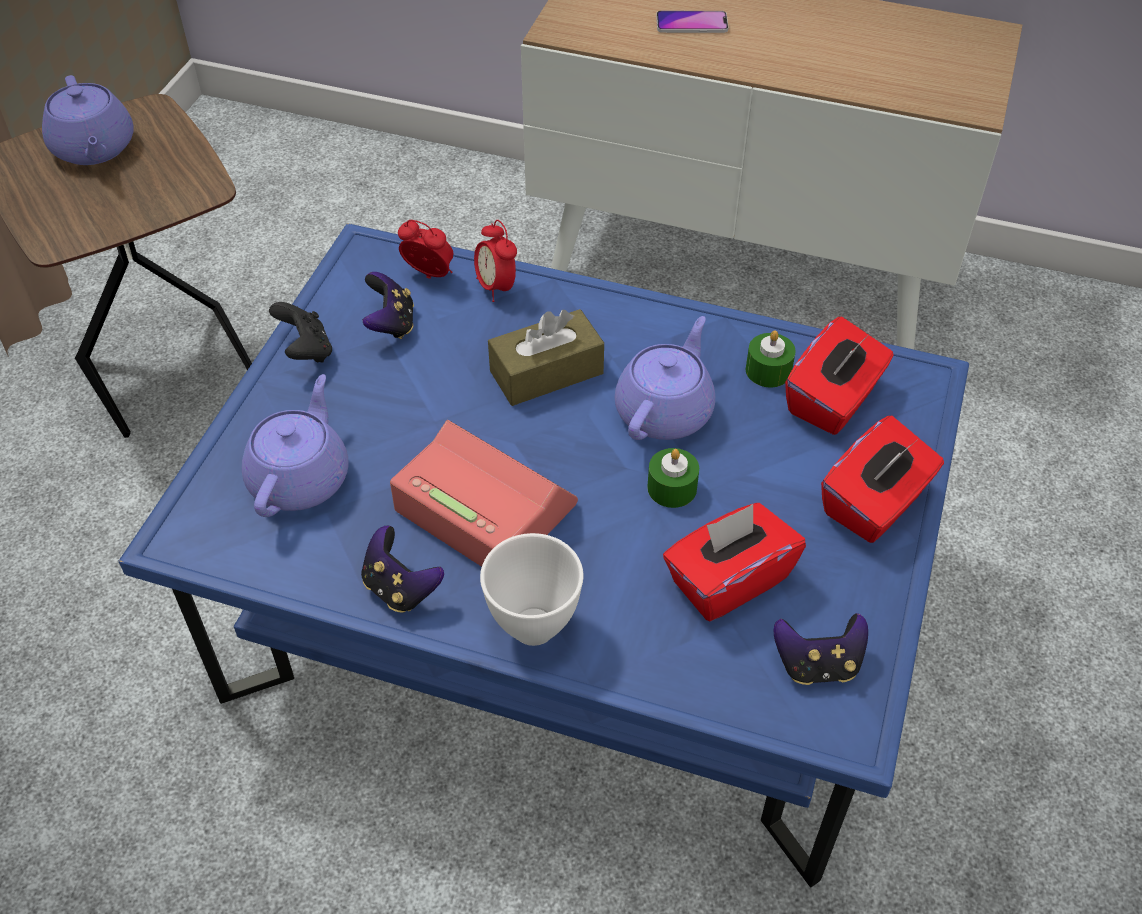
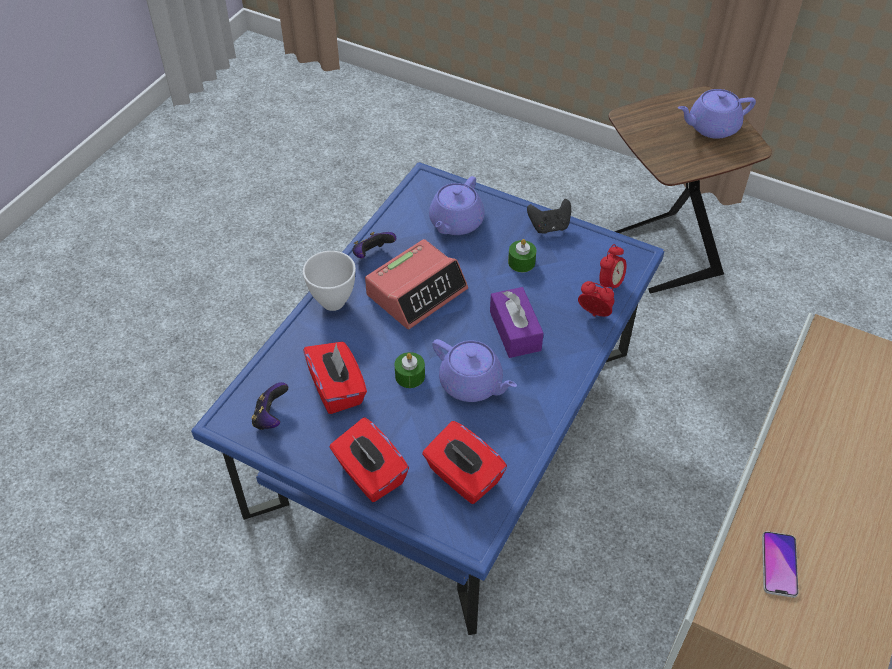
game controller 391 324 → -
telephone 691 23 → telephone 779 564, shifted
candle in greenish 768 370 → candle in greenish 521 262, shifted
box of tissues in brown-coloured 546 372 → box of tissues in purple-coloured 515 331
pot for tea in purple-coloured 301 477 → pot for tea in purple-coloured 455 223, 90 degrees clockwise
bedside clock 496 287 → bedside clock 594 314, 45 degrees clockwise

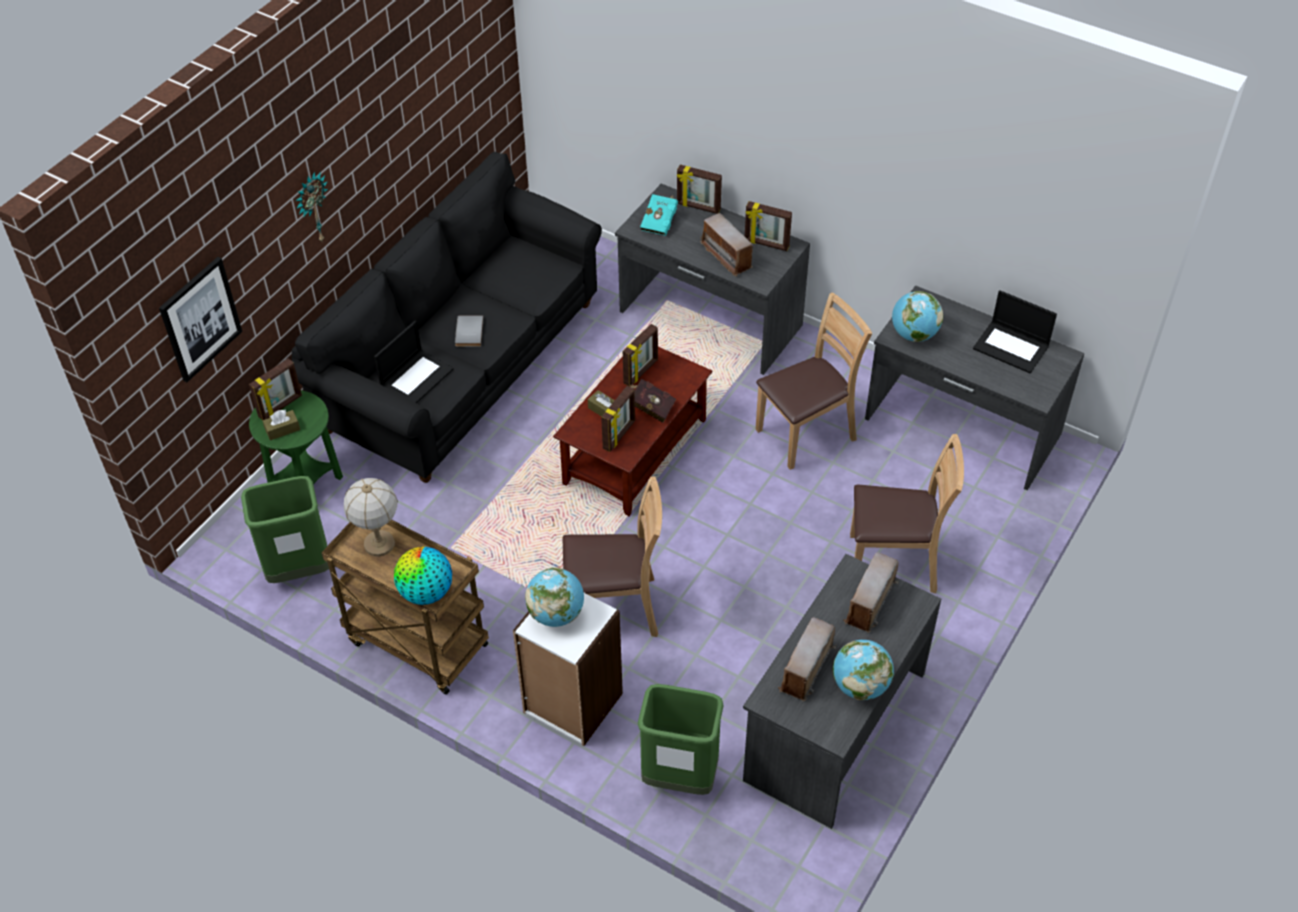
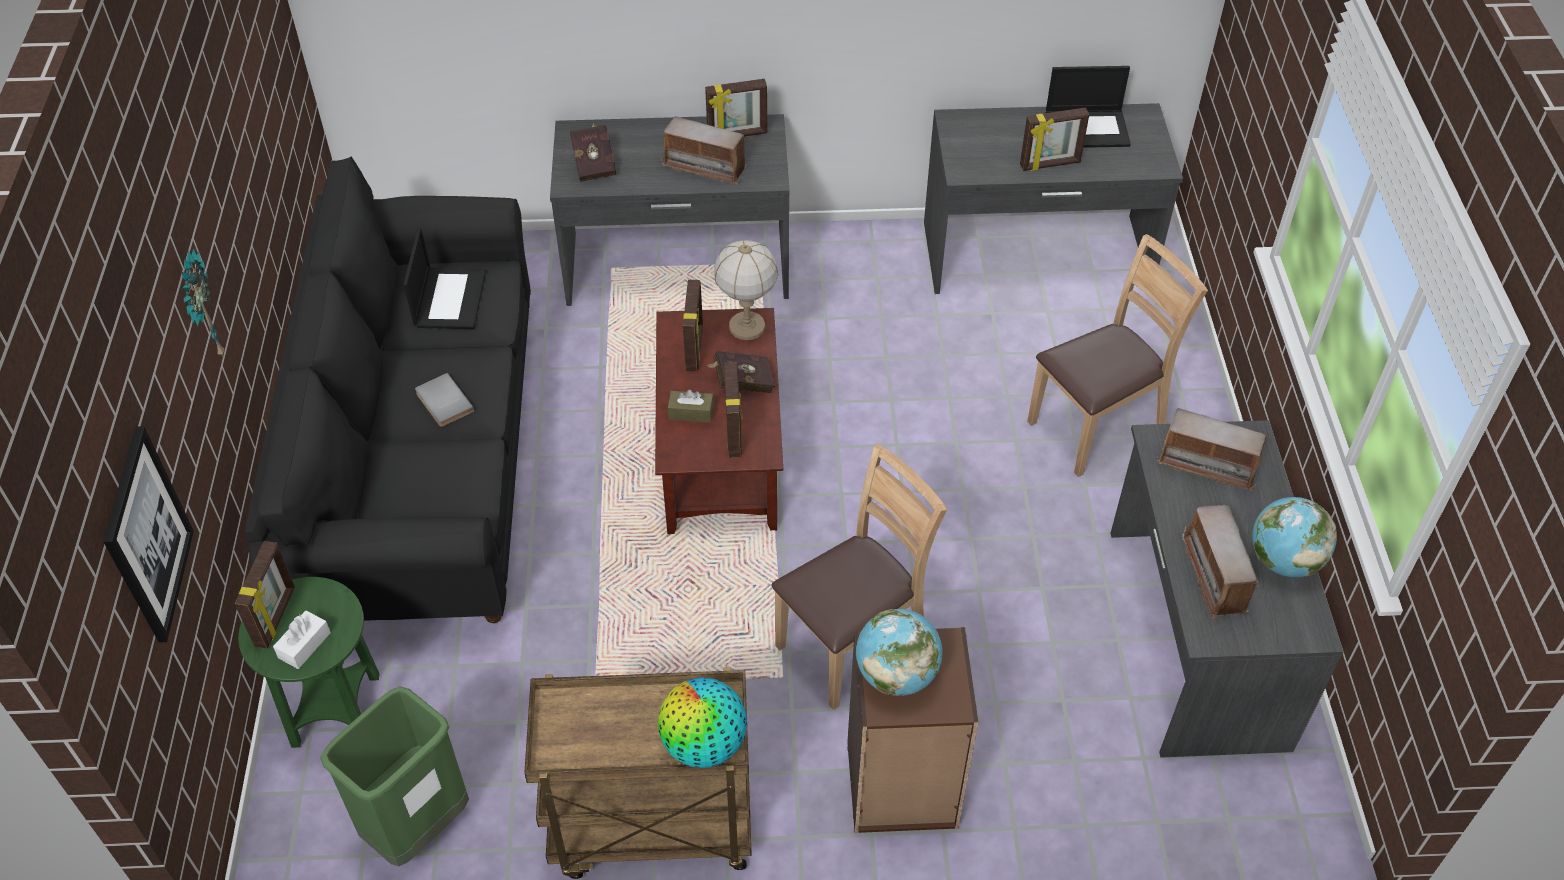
trash can in greenish 679 777 → -
chair in brown-coloured 806 433 → -
desk globe 914 334 → -
tabletop lamp 379 544 → tabletop lamp 747 326, shifted
portable computer 416 377 → portable computer 449 298, shifted
standing frame 698 207 → standing frame 1050 164, shifted
box of tissues in brown-coloured 282 429 → box of tissues in white-coloured 304 645
bookshelf in white-coloured 572 703 → bookshelf in brown-coloured 901 786
bound book in blue-green 660 222 → bound book in reddish 594 163
radio set 870 603 → radio set 1207 465, 60 degrees counterclockwise

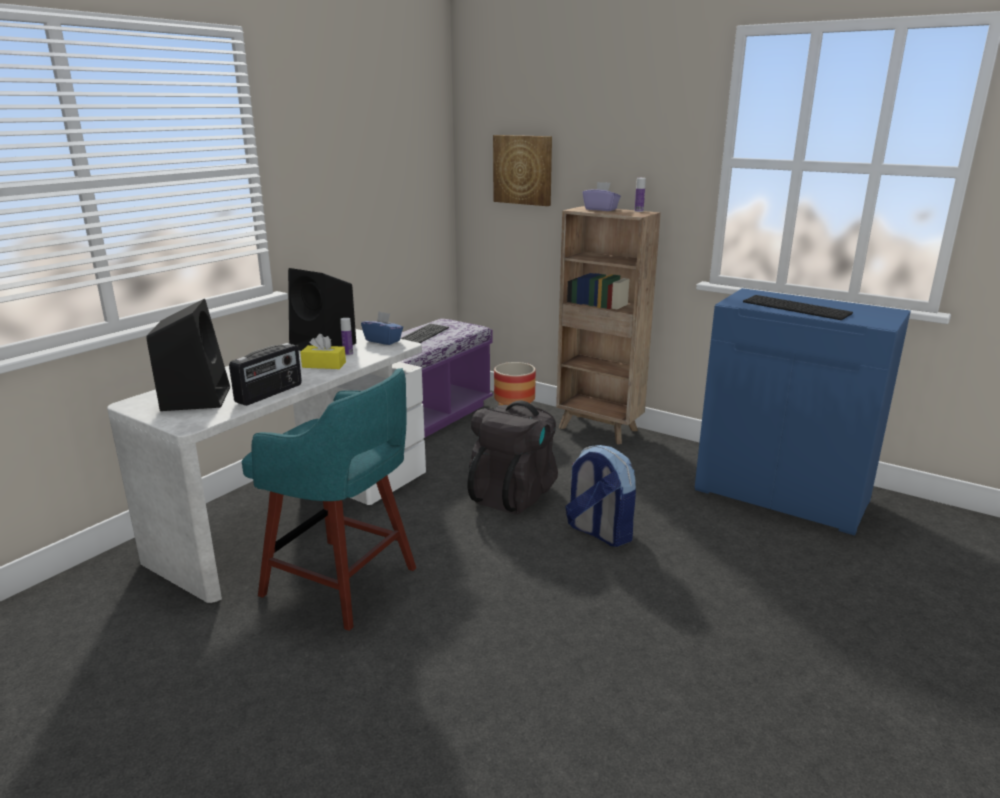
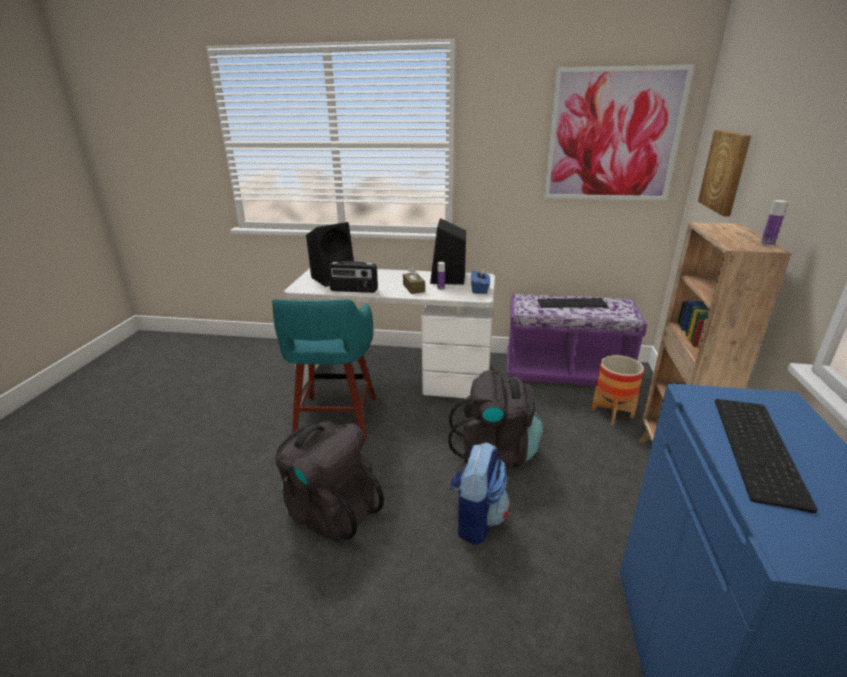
box of tissues in purple-coloured 601 209 → -
- → rucksack in black 330 511
- → wall picture 613 136
box of tissues in yellow 324 365 → box of tissues in brown-coloured 413 288

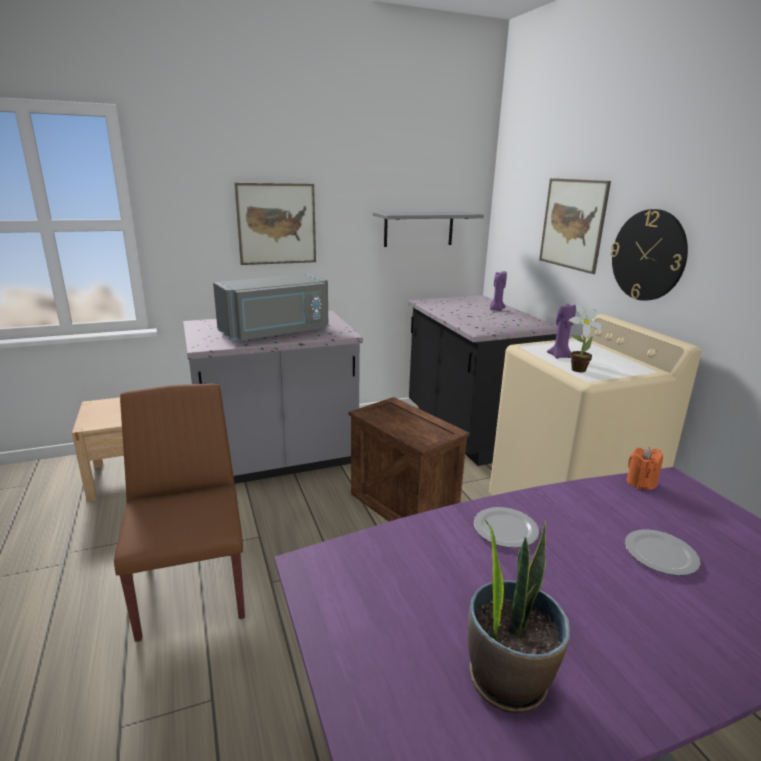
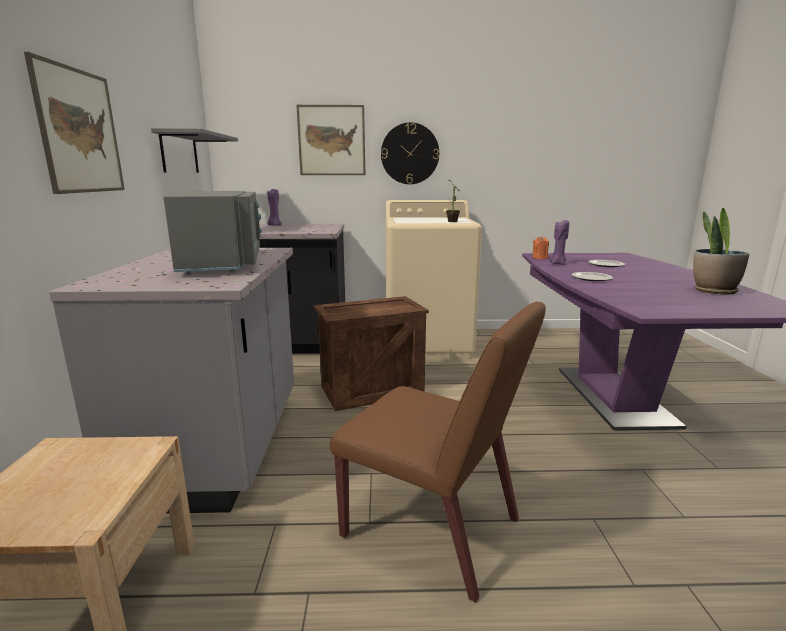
candle in purple-coloured 559 356 → candle in purple-coloured 557 263, shifted
chair in brown-coloured 192 584 → chair in brown-coloured 433 529, 150 degrees counterclockwise

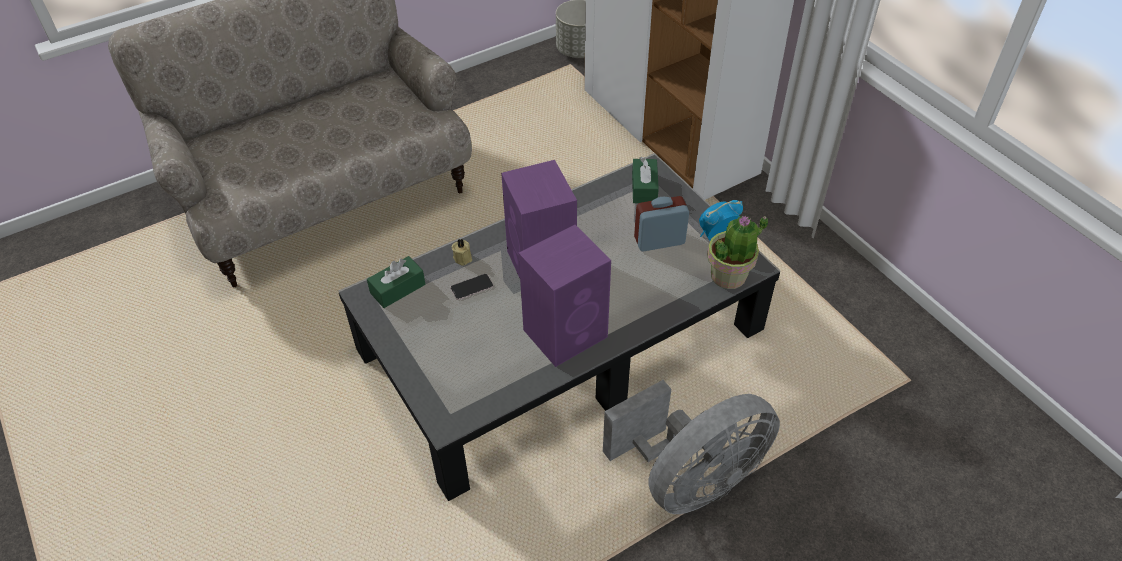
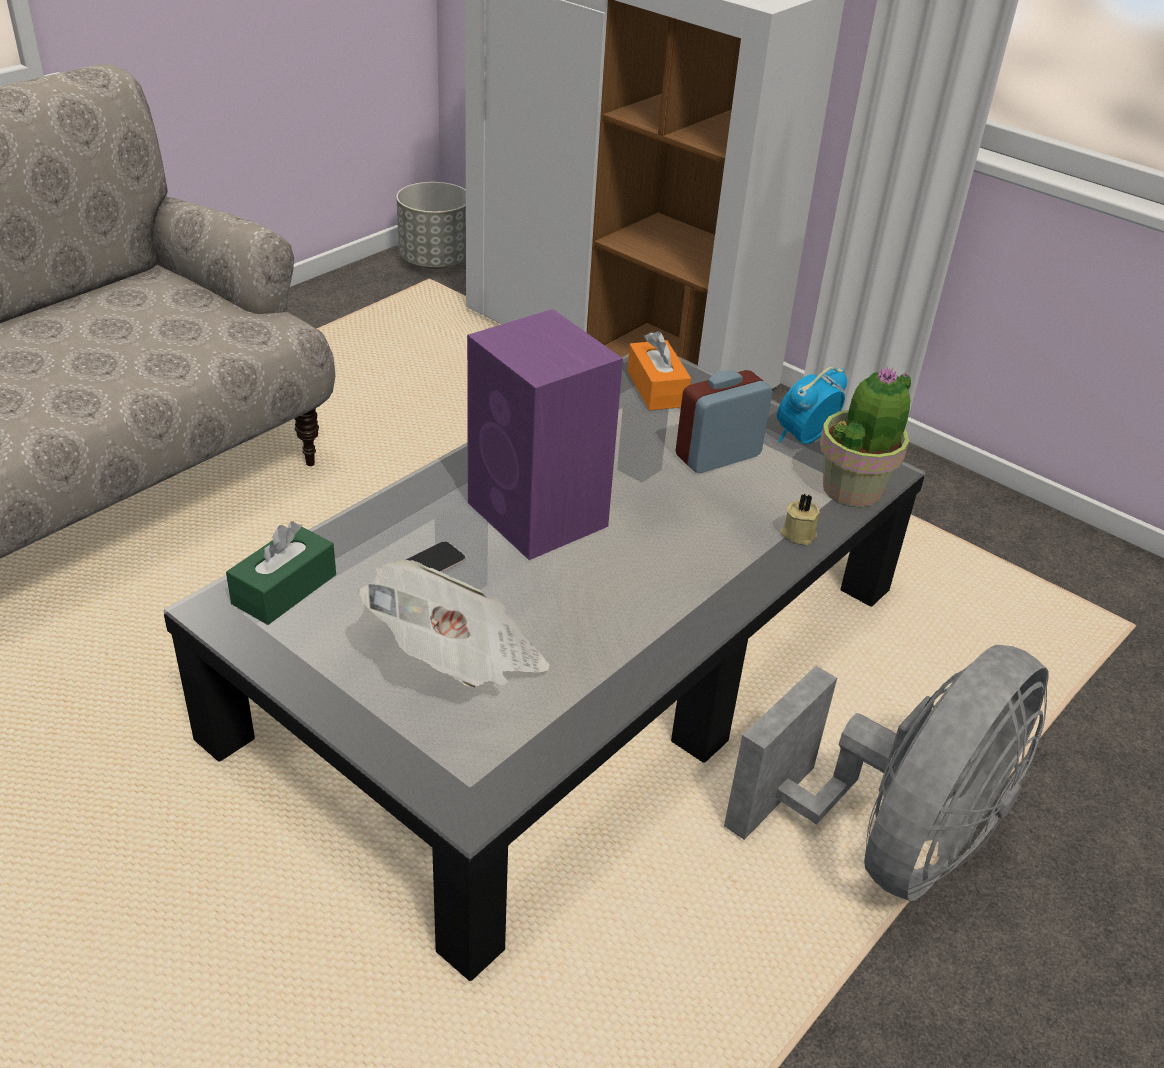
loudspeaker in purple-coloured 567 332 → -
- → daily paper 458 660
candle in beige-coloured 463 257 → candle in beige-coloured 798 533, shifted
box of tissues in greenish 644 188 → box of tissues in orange-coloured 656 389

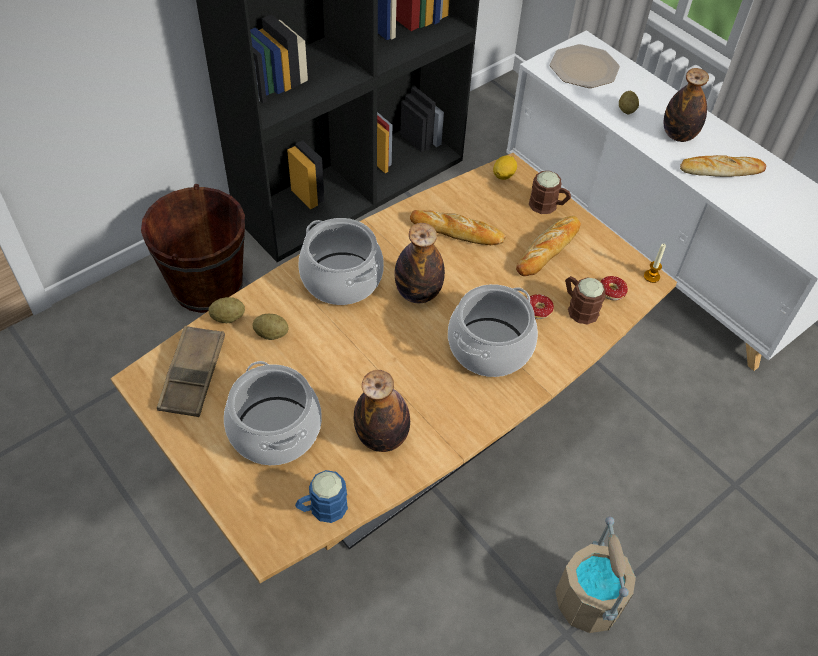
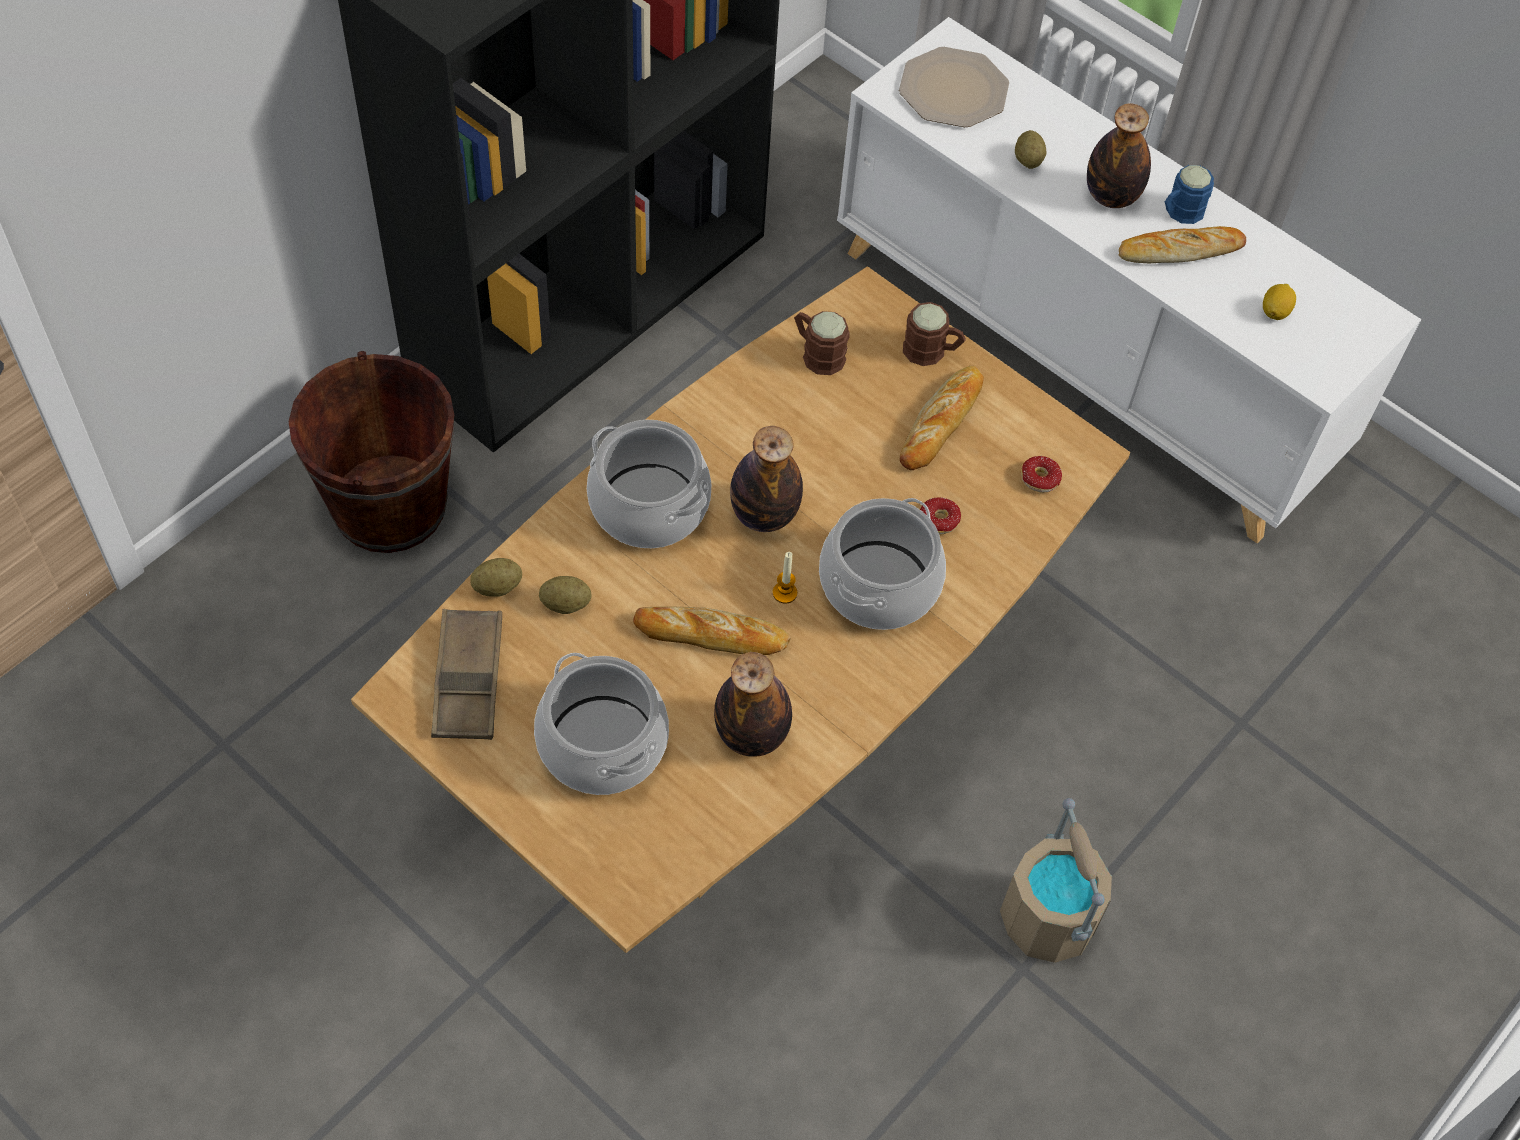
mug in blue-coloured 322 508 → mug in blue-coloured 1179 212, shifted
bakery bread 457 232 → bakery bread 711 635, shifted
citrus fruit 503 175 → citrus fruit 1275 311, shifted
mug in brown-coloured 578 308 → mug in brown-coloured 817 353, shifted
candle 651 276 → candle 784 593, shifted

